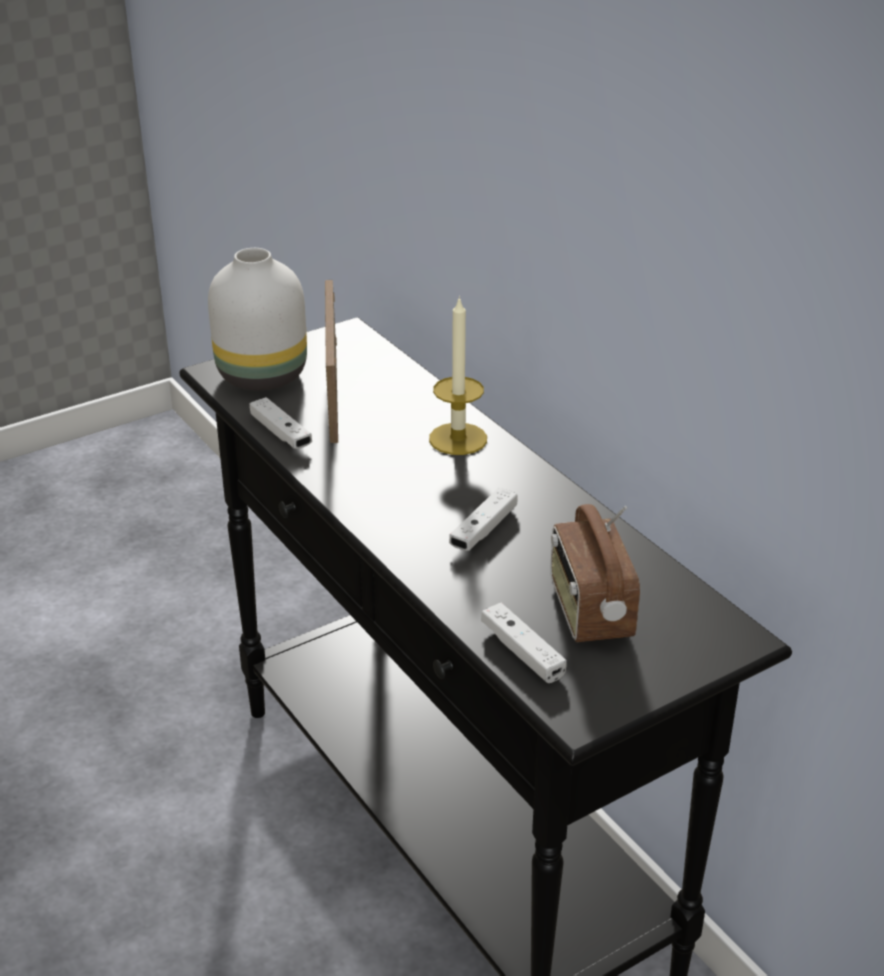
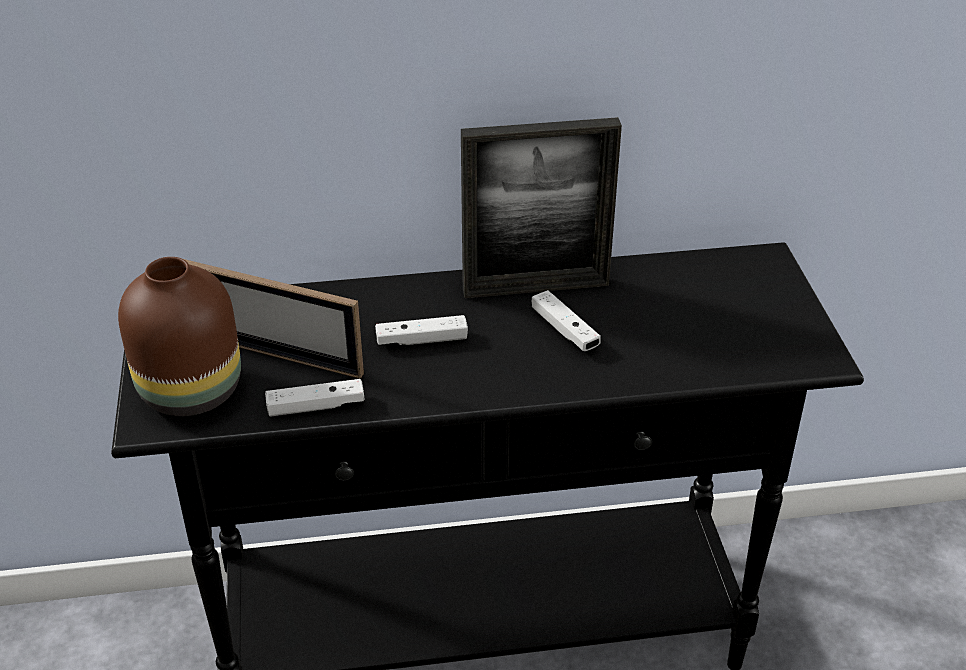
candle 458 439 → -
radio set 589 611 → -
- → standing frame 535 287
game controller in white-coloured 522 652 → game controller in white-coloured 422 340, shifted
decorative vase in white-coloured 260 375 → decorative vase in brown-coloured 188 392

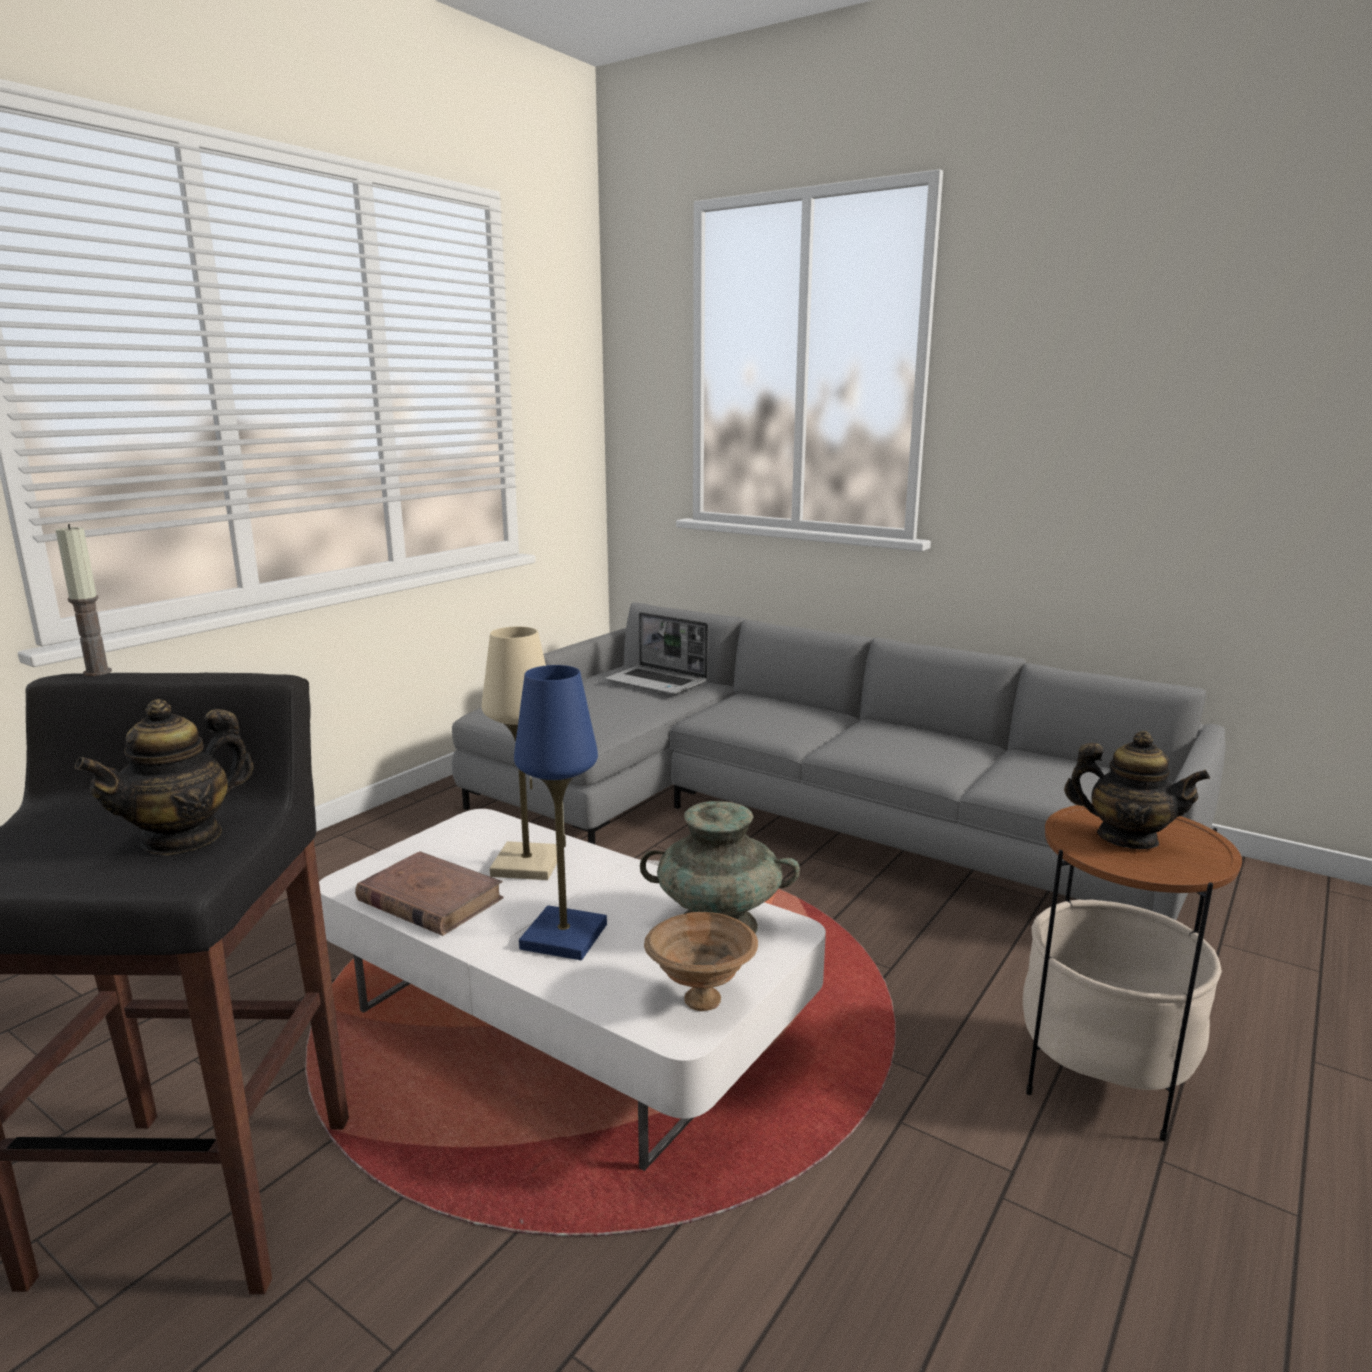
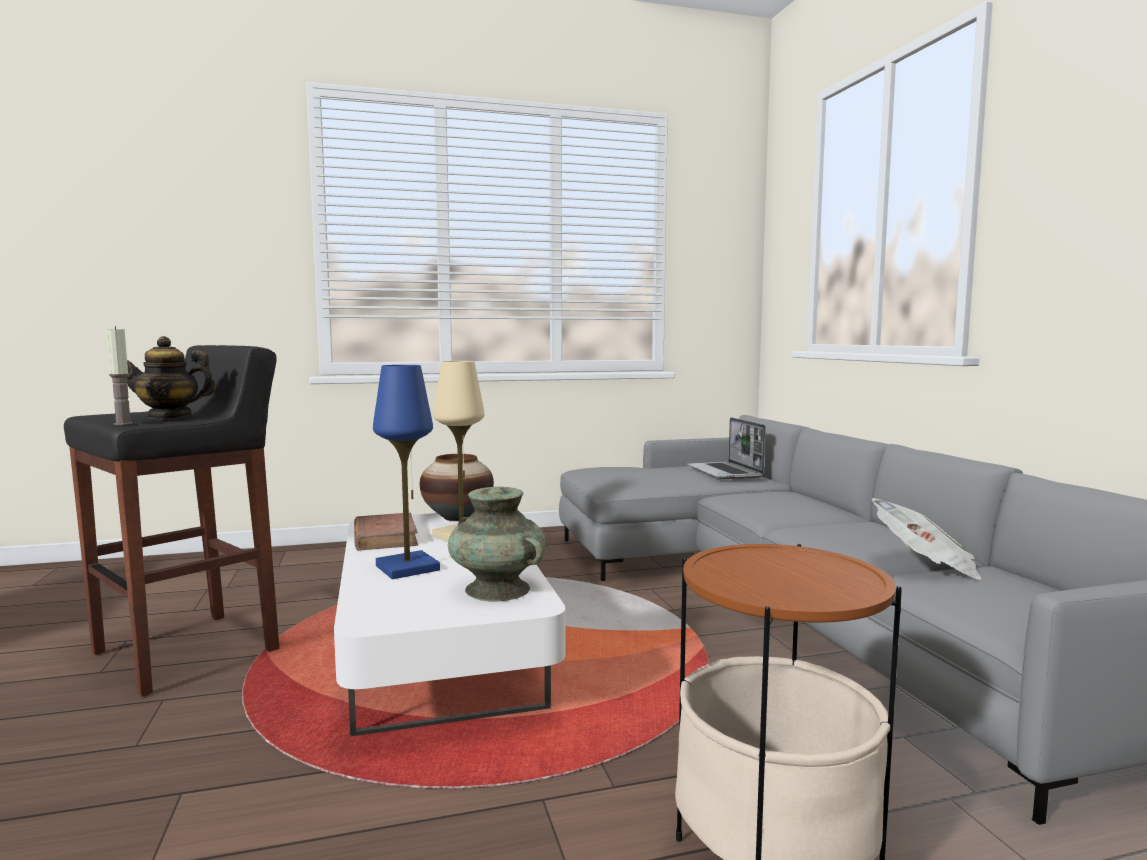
bowl in brown-coloured 699 1000 → -
pot for tea 1126 838 → -
- → decorative vase 457 517
- → daily paper 925 565
candle 97 672 → candle 123 424, shifted

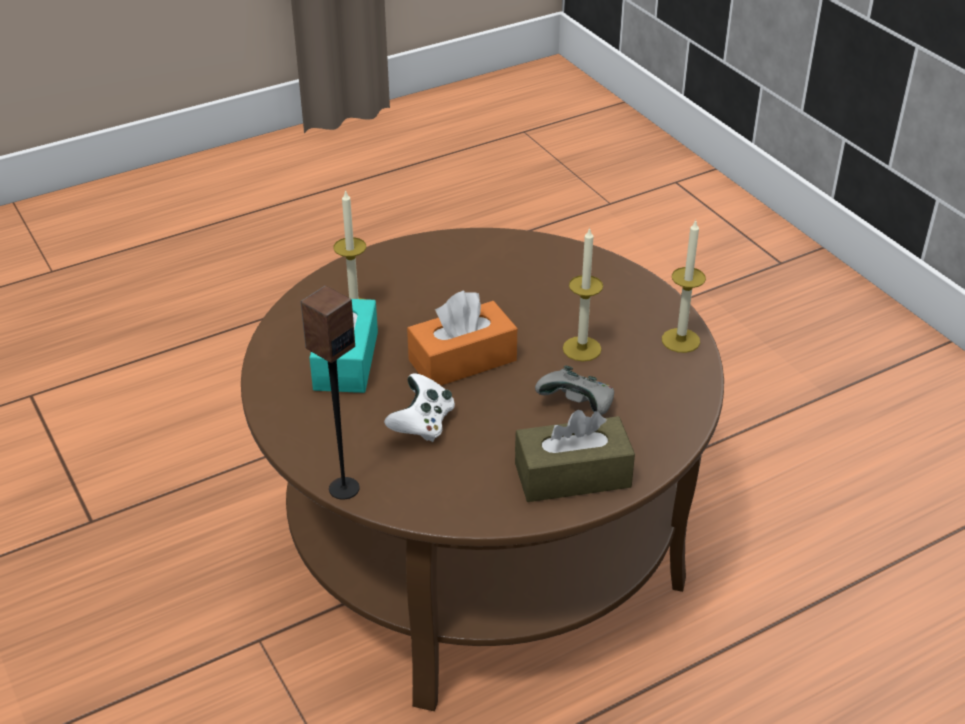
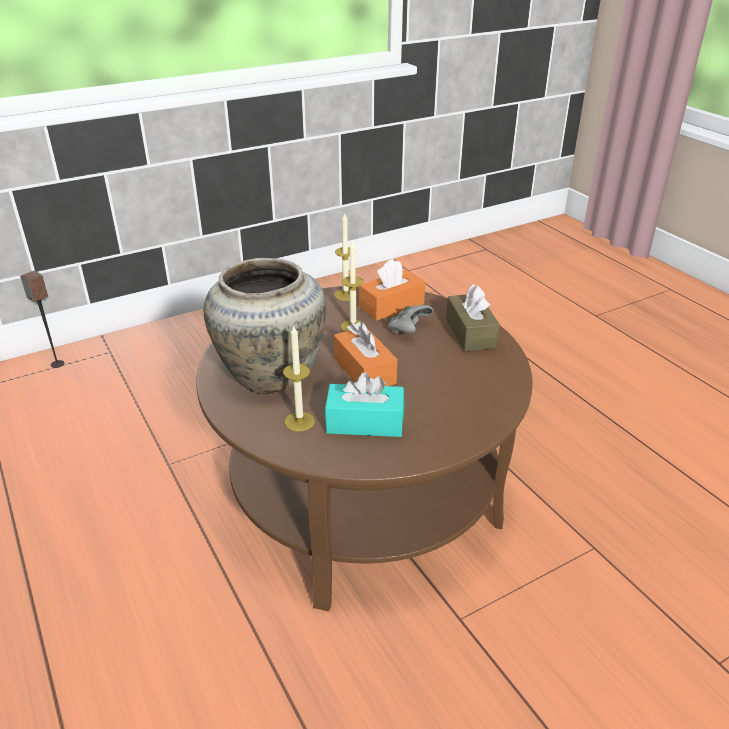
game controller in white-coloured 422 424 → -
- → decorative vase in beige-coloured 271 373
- → box of tissues in orange-coloured 391 306
loudspeaker 343 488 → loudspeaker 57 364, shifted

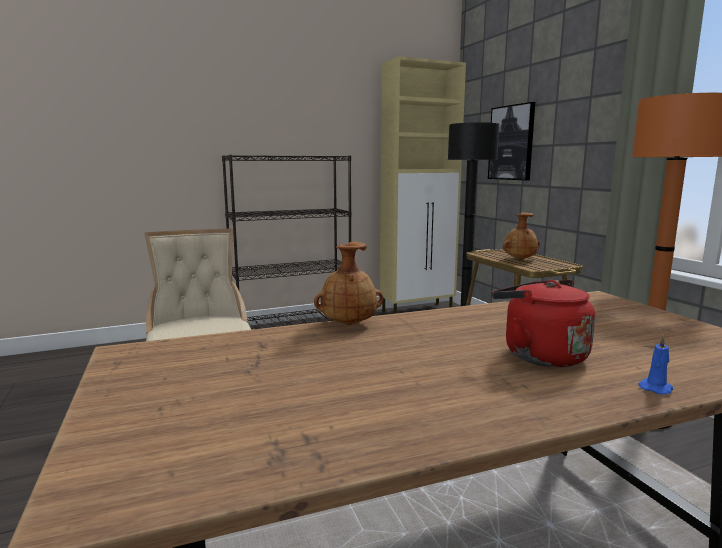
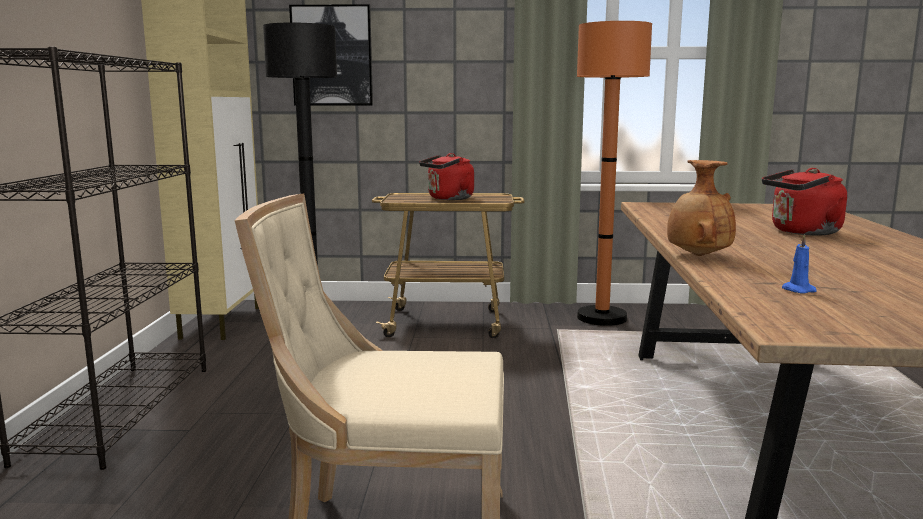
candle in blue-coloured 656 388 → candle in blue-coloured 797 290, shifted
decorative vase in brown-coloured 519 259 → kettle in reddish 448 198

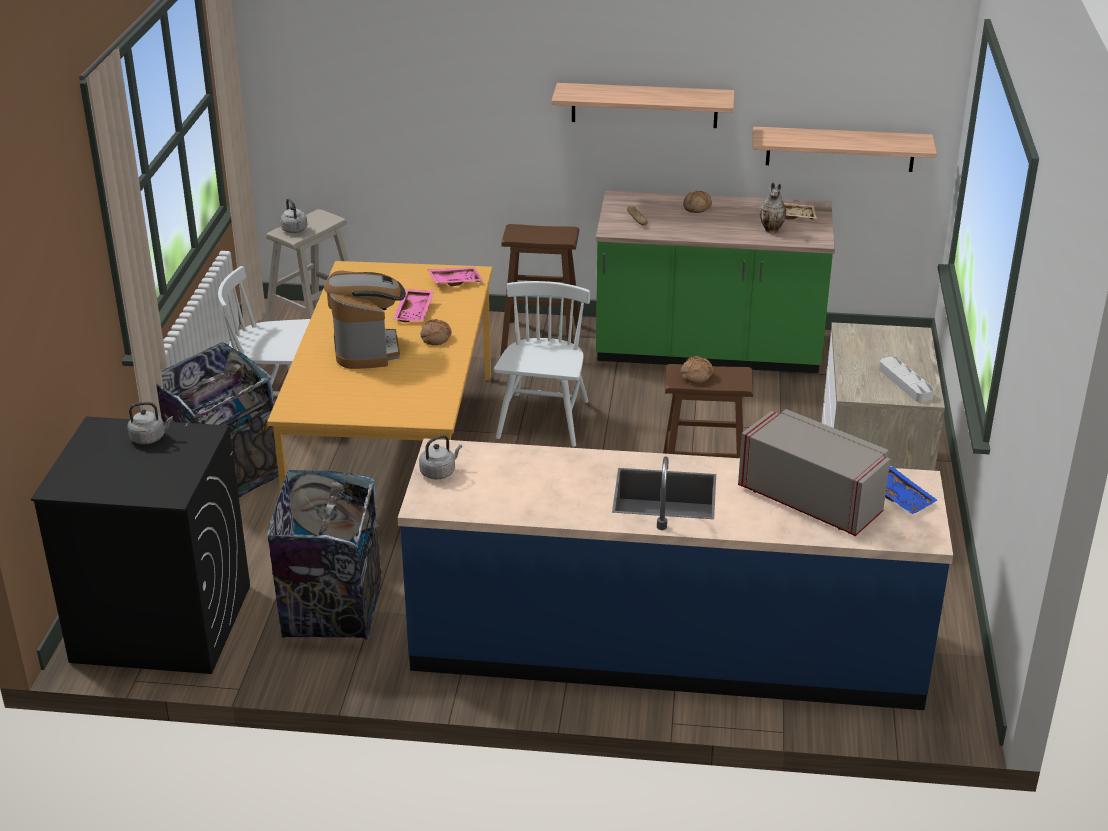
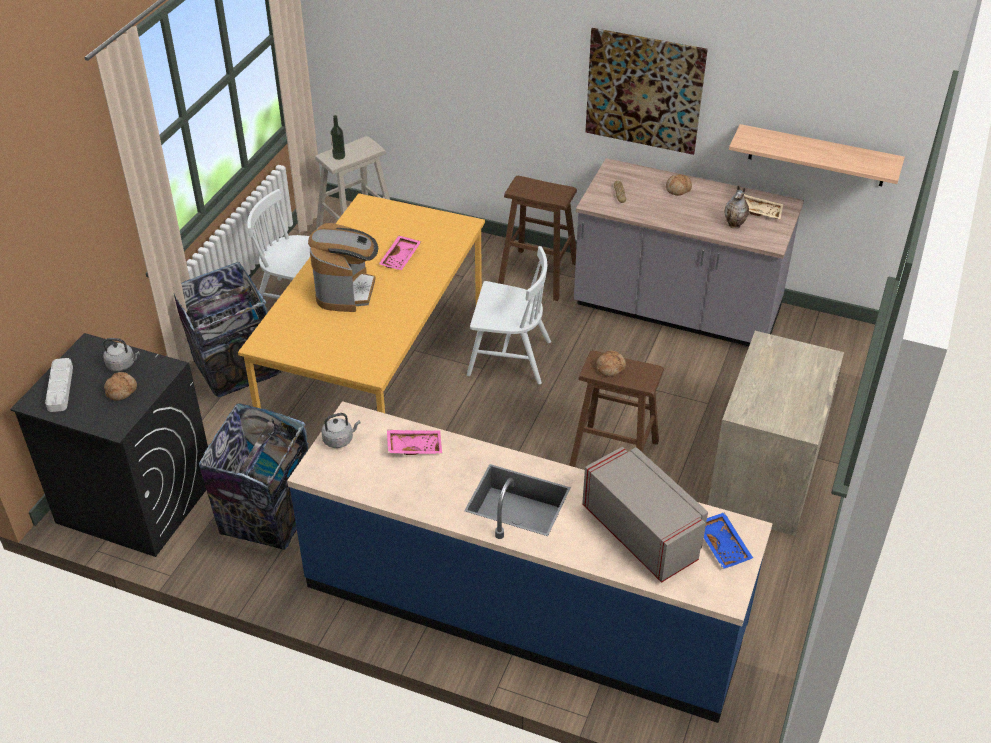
bakery bread 435 338 → bakery bread 121 390, shifted
serving tray in pinkish 455 281 → serving tray in pinkish 414 446, shifted
serving tray in greyish 905 383 → serving tray in greyish 60 387, shifted
kettle in greyish 295 230 → drink bottle 339 156
shelf 644 105 → wall picture 644 91
kitchen counter in greenish 708 351 → kitchen counter in greyish 676 310
chair in white-coloured 543 420 → chair in white-coloured 508 358, 75 degrees clockwise

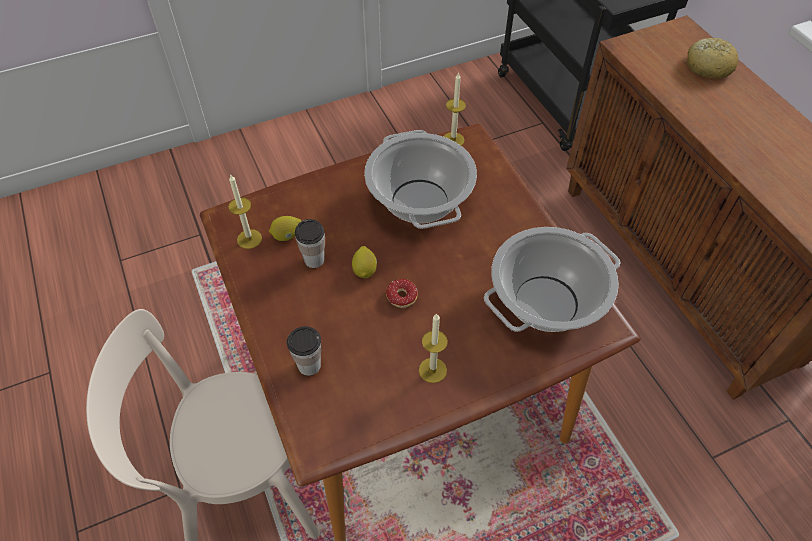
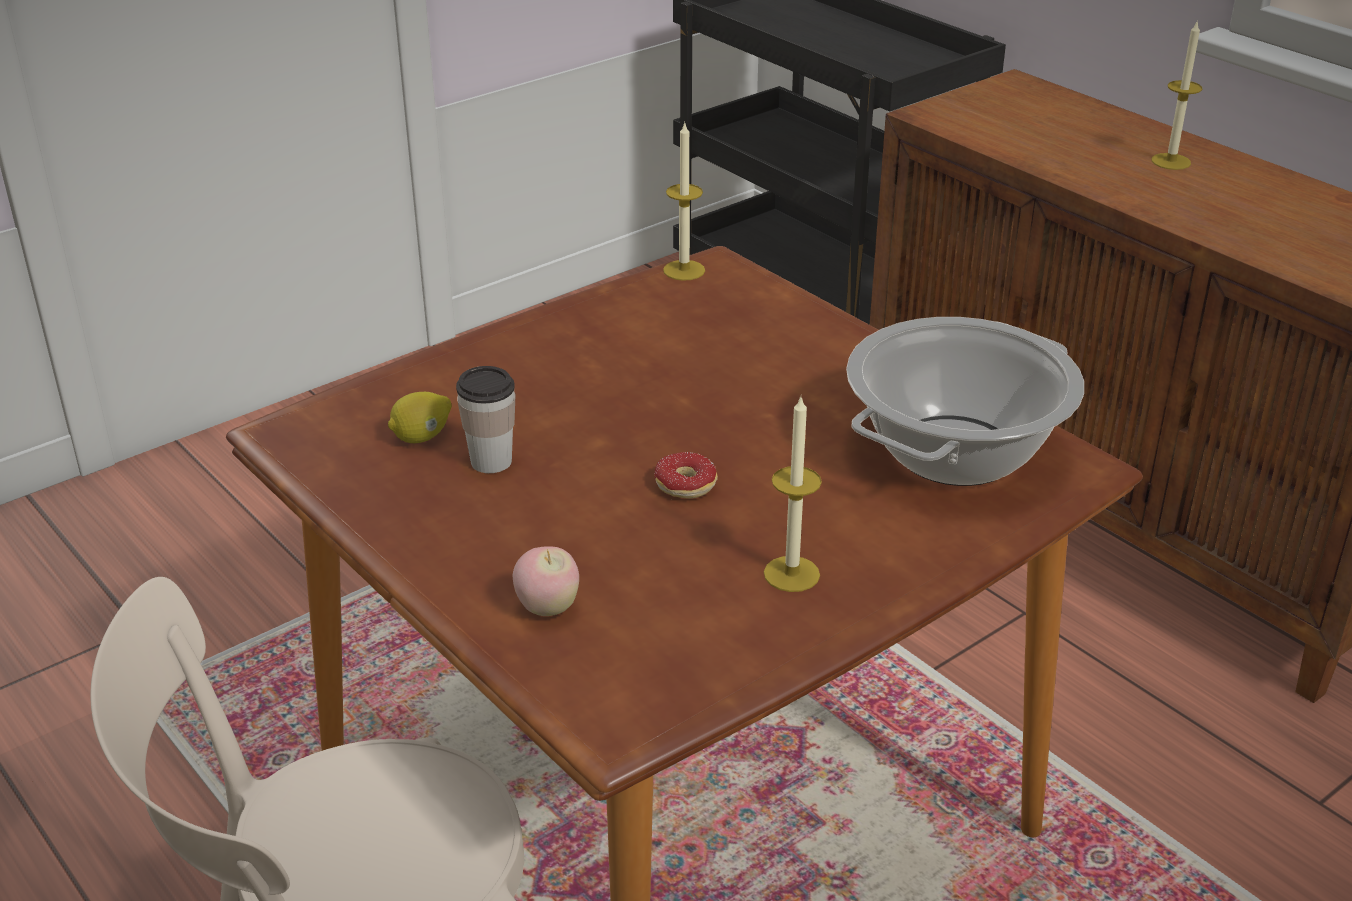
citrus fruit 365 270 → -
saucepot 419 201 → -
bakery bread 708 66 → -
candle 249 239 → candle 1171 161, shifted
cup 309 365 → apple 548 608

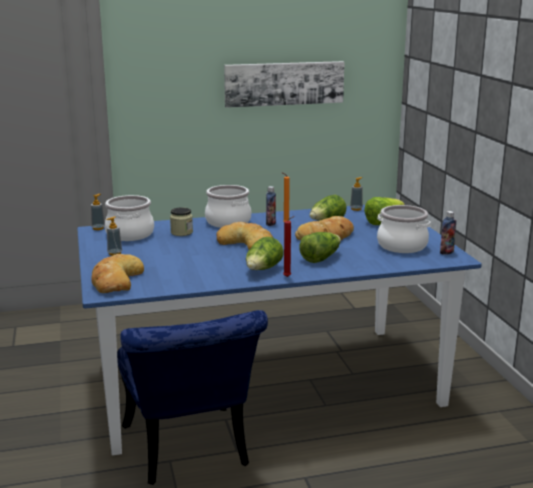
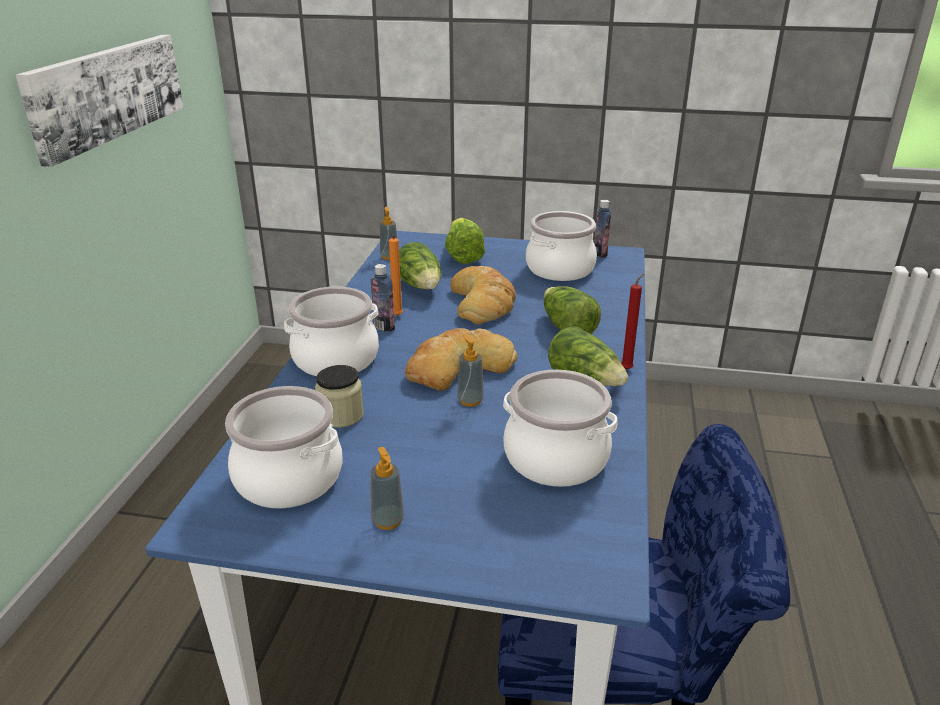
bakery bread 116 280 → -
- → saucepot 556 458
soap bottle 98 228 → soap bottle 470 400, shifted

